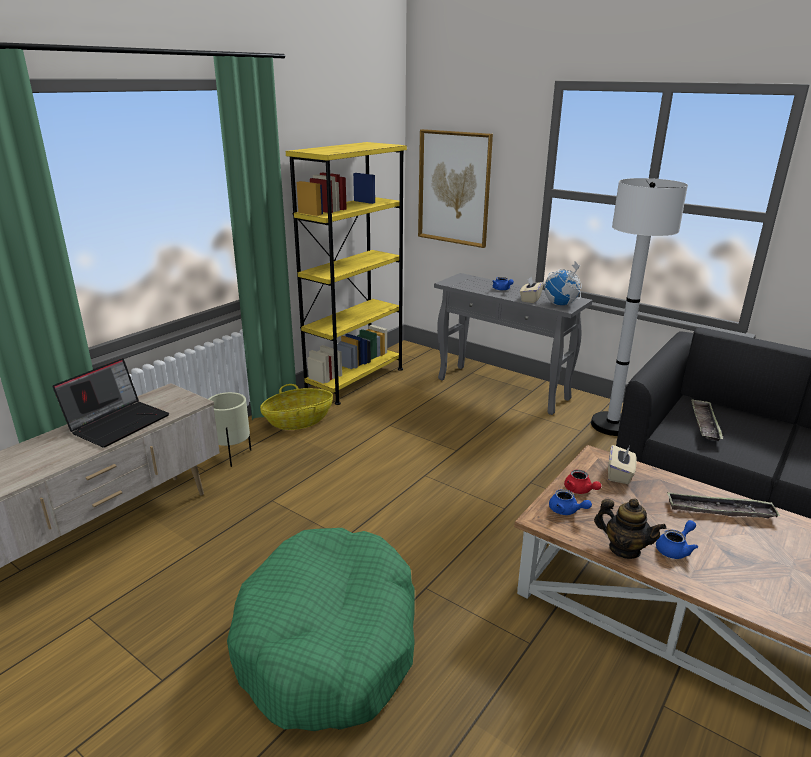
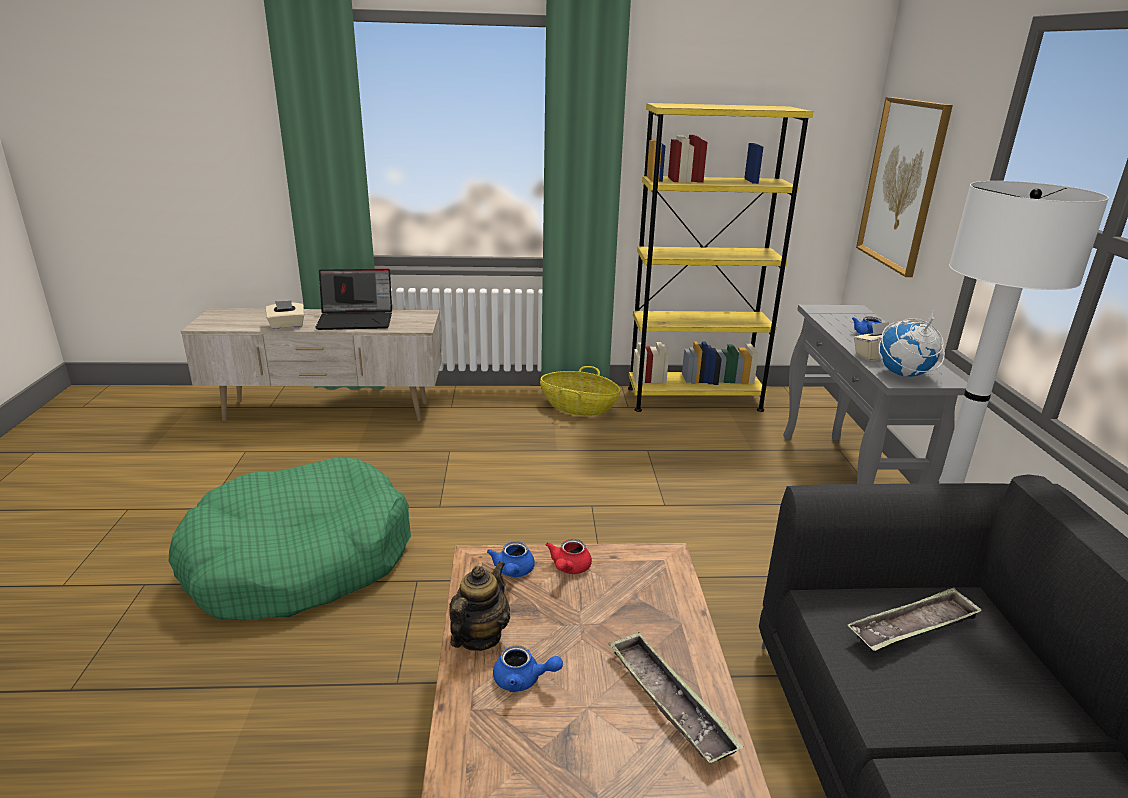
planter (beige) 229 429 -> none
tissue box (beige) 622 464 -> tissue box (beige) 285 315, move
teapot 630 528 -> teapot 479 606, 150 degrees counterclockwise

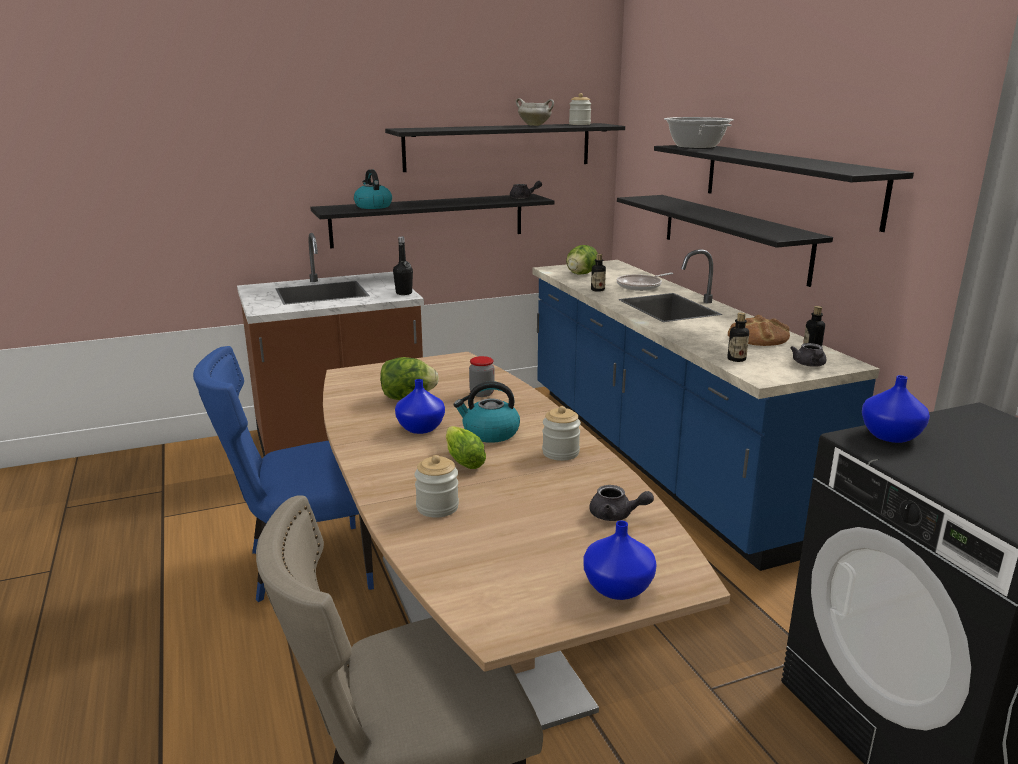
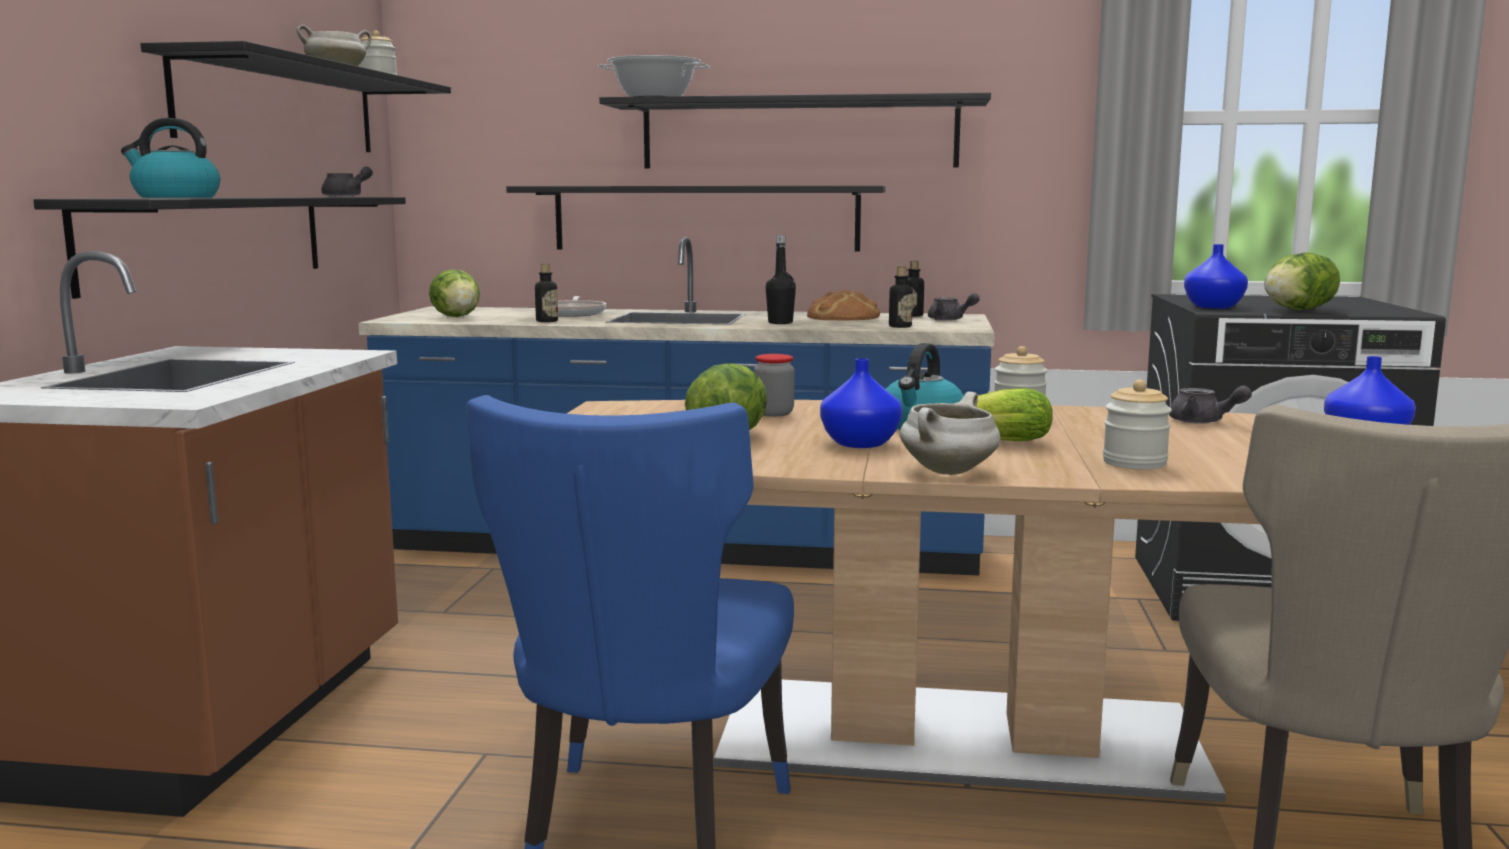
bottle (black) 403 266 -> bottle (black) 781 279, move
teapot (grey) 621 503 -> teapot (grey) 1210 405, 75 degrees clockwise
none -> lettuce 1302 281
none -> cooking pot (white) 950 433

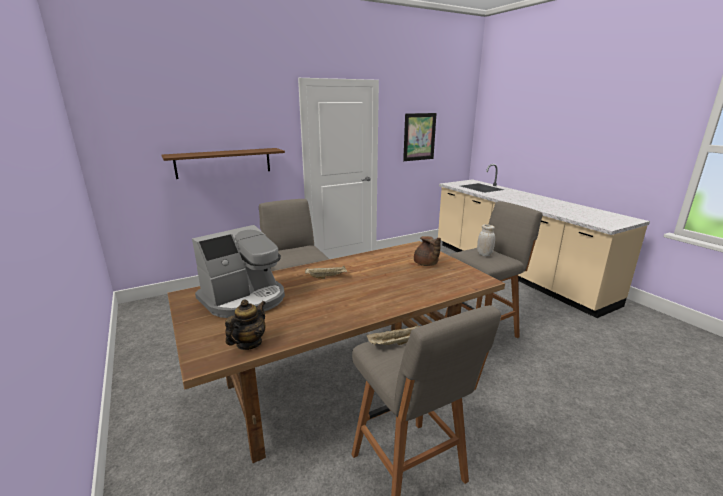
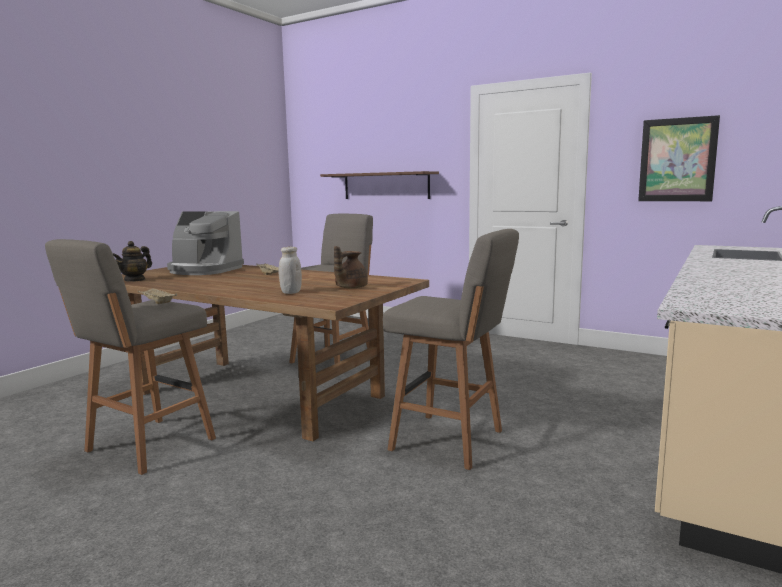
jar (white) 486 240 -> jar (white) 290 270, move
teapot 245 324 -> teapot 132 261, 120 degrees clockwise

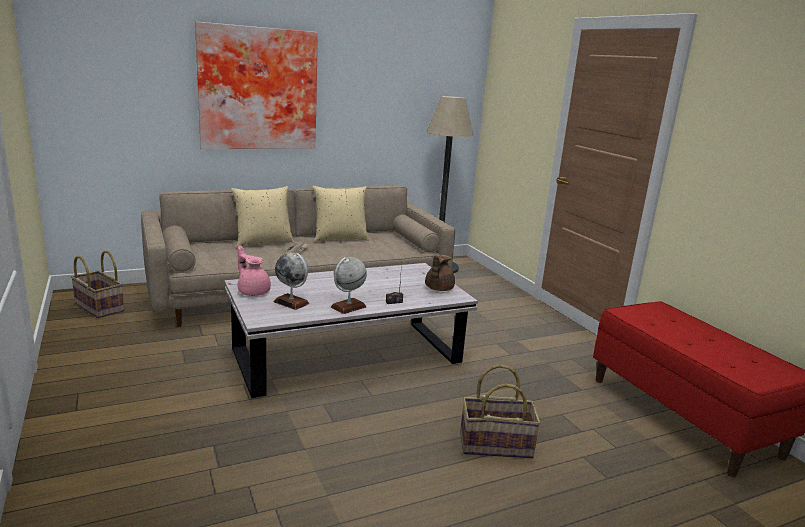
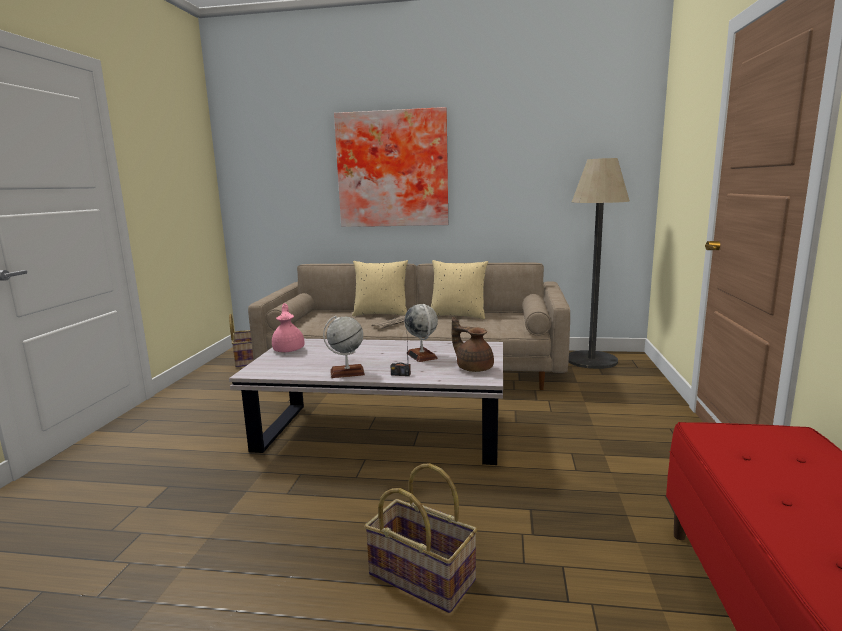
globe 291 281 -> globe 421 333, move
teapot (brown) 440 273 -> teapot (brown) 473 344, 75 degrees clockwise

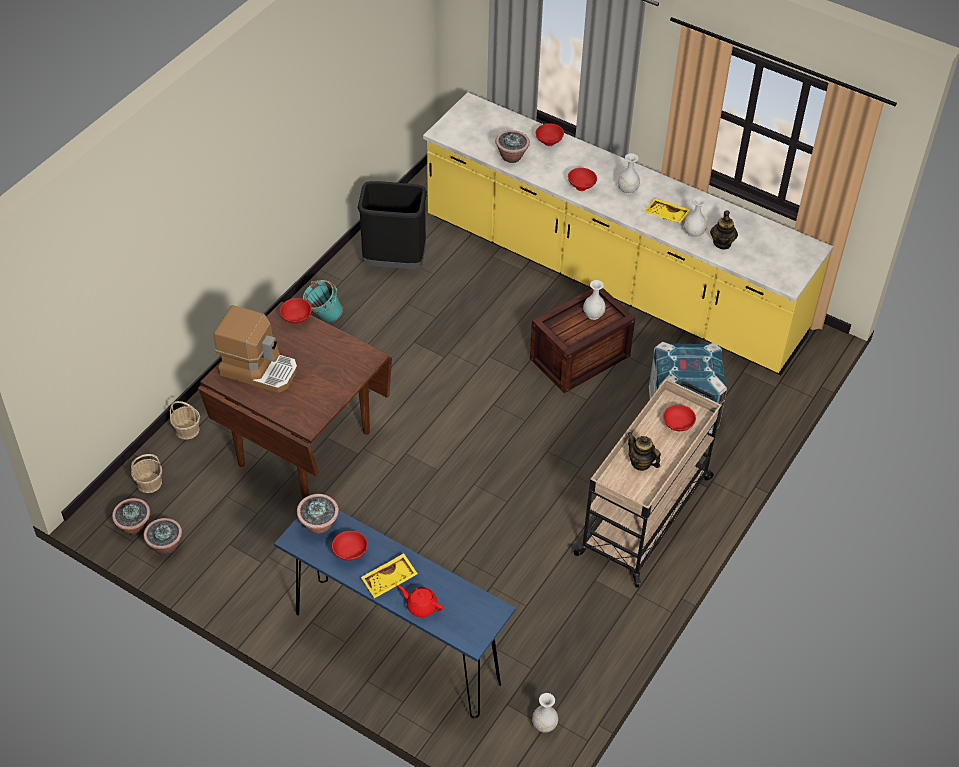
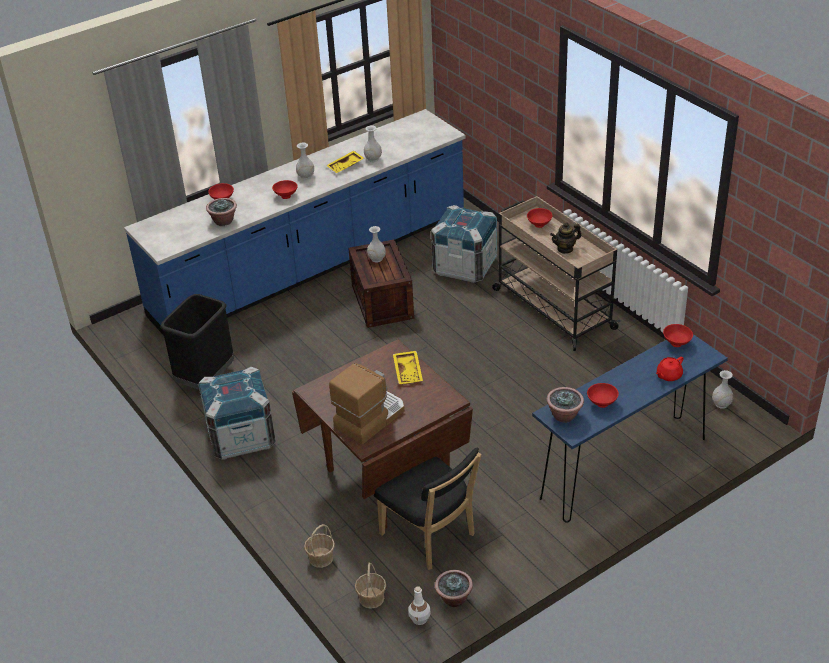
counter (yellow) 628 233 -> counter (blue) 295 222
teapot 724 230 -> none
bucket (turquoise) 323 301 -> crate 237 413
bowl (red) 296 311 -> bowl (red) 678 335, move
potted plant 131 516 -> bottle (white) 419 605
tray (yellow) 389 575 -> tray (yellow) 408 367, move
none -> chair (black) 427 508

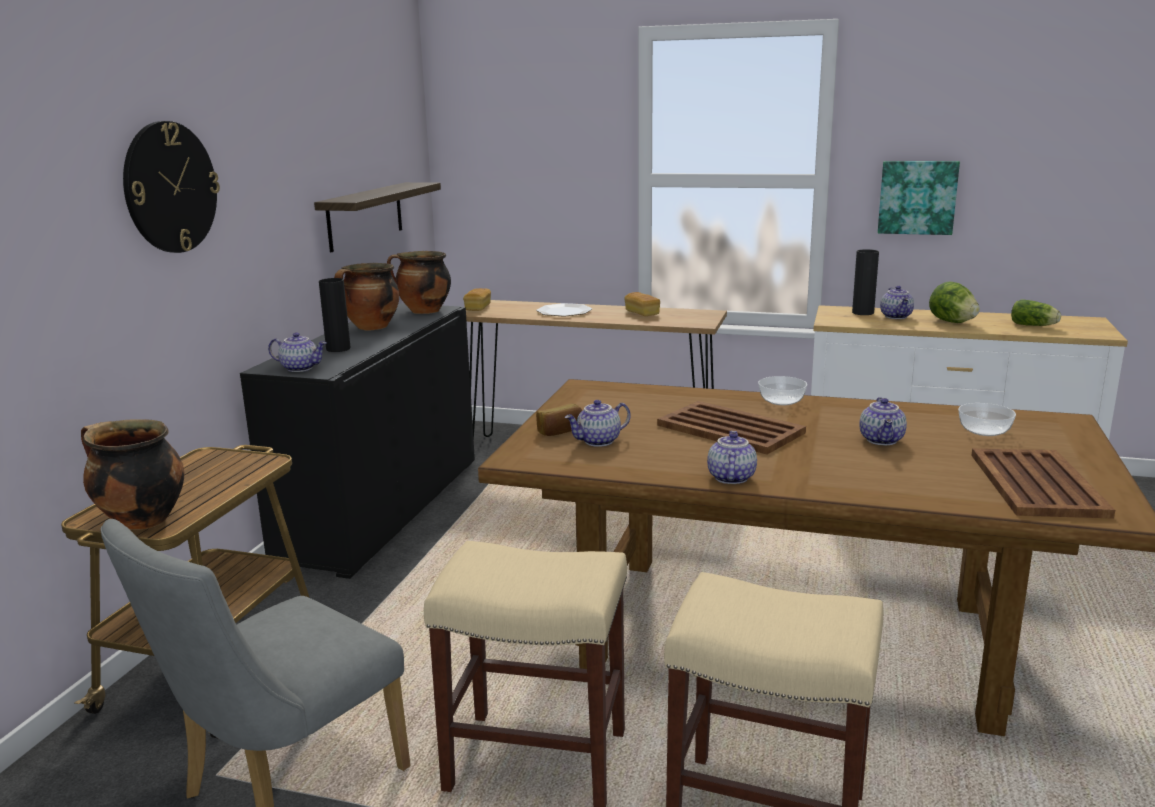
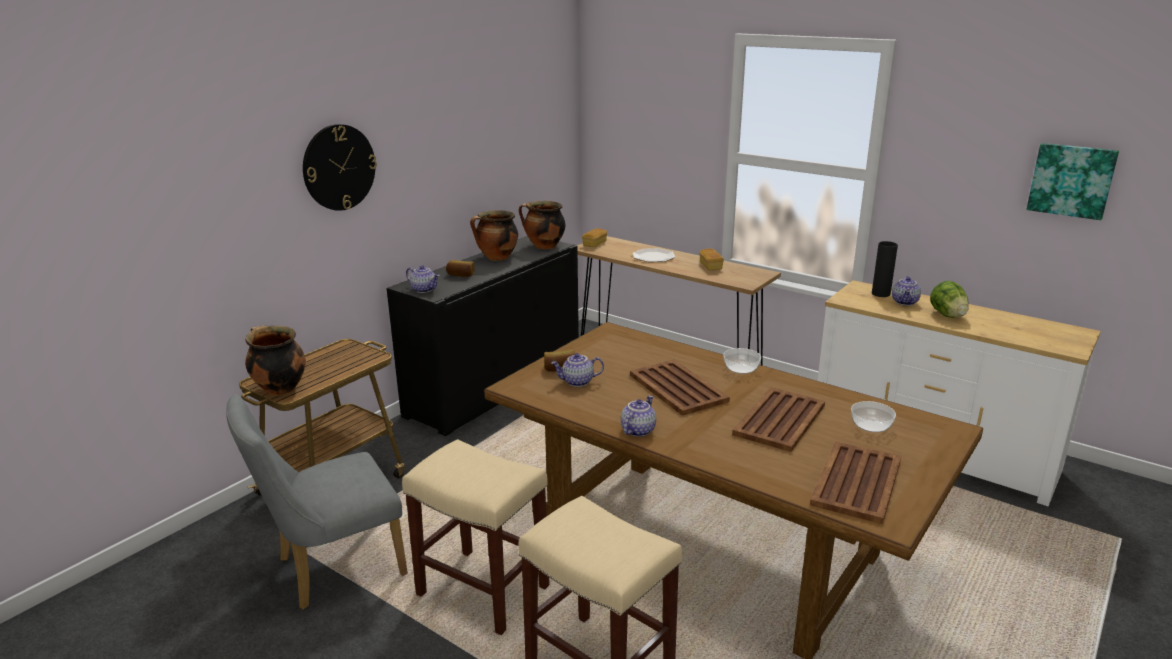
picture 919 198 -> picture 1072 181, move
shelf 377 217 -> none
vase (black) 335 315 -> bread 460 268
lettuce 1036 312 -> none
teapot 883 421 -> tray (brown) 778 419

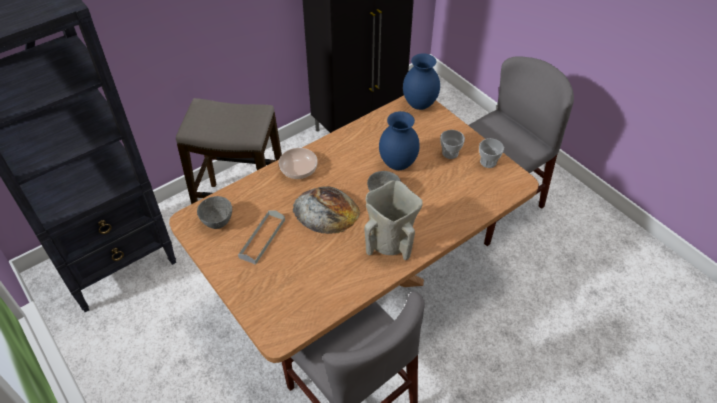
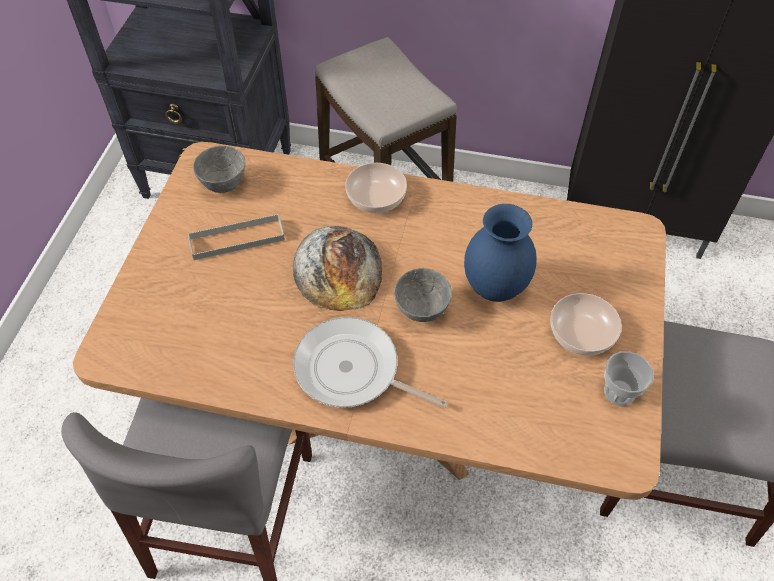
vase (blue) 421 81 -> none
cup 452 144 -> bowl 586 324
vase (beige) 393 220 -> frying pan 370 362

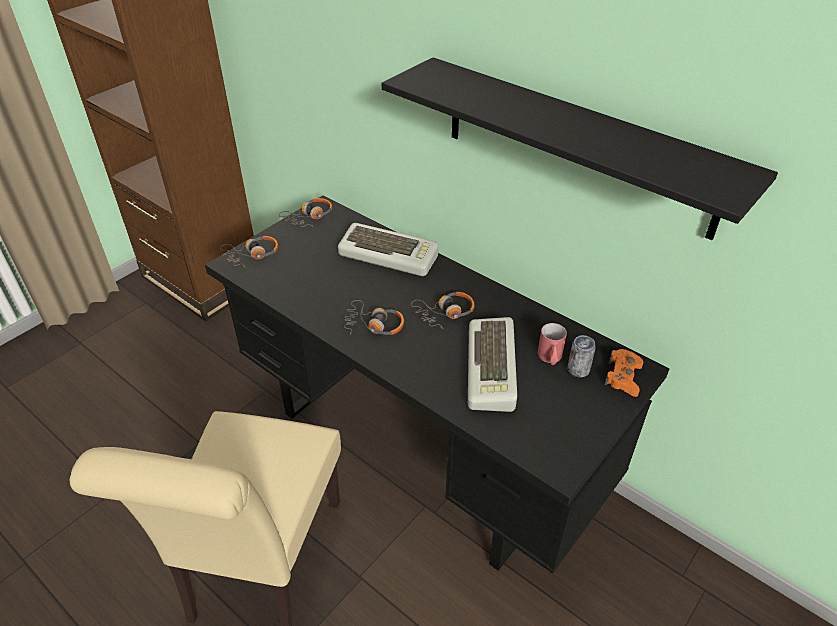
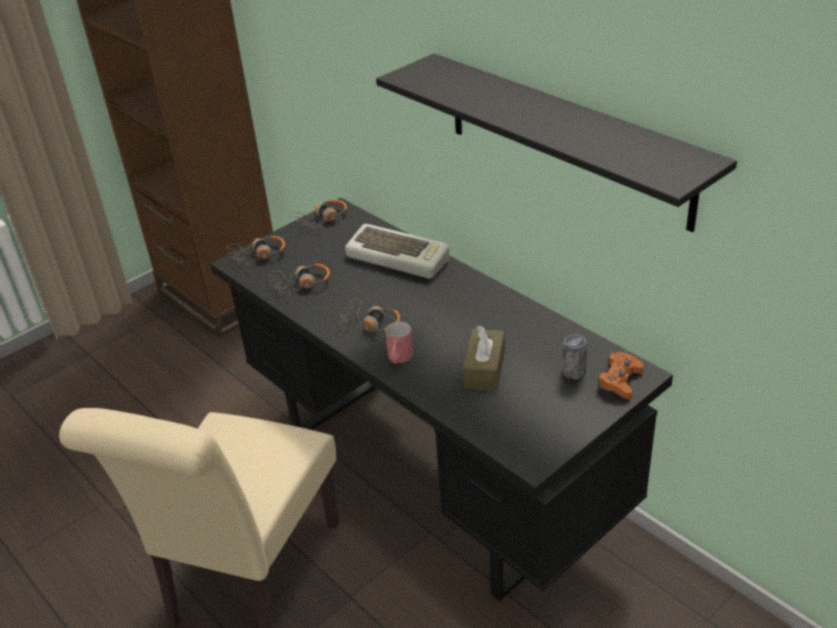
headphones 443 310 -> headphones 299 280, move
keyboard 492 364 -> tissue box (brown) 484 358
mug (red) 552 344 -> mug (red) 399 343, move

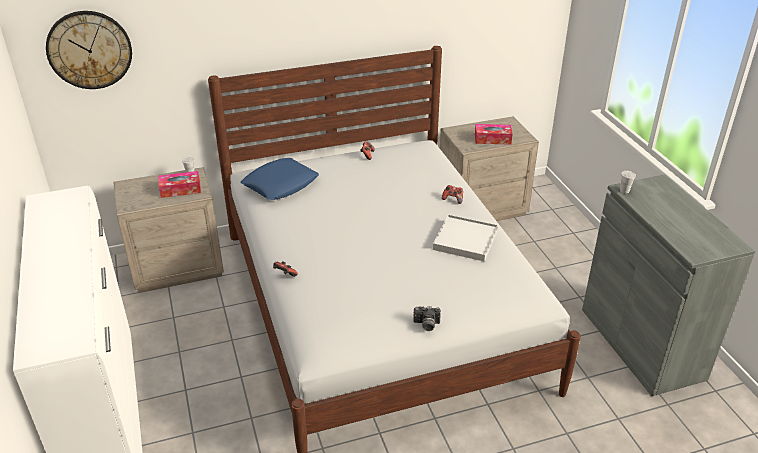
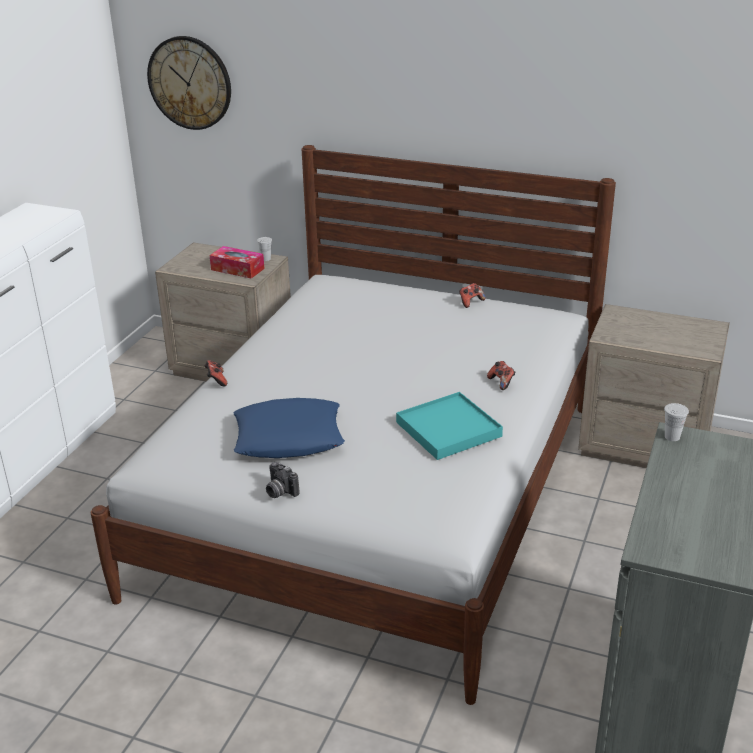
tissue box 494 134 -> none
pillow (blue) 280 179 -> pillow (blue) 289 428, move
tray (white) 465 238 -> tray (turquoise) 449 426

